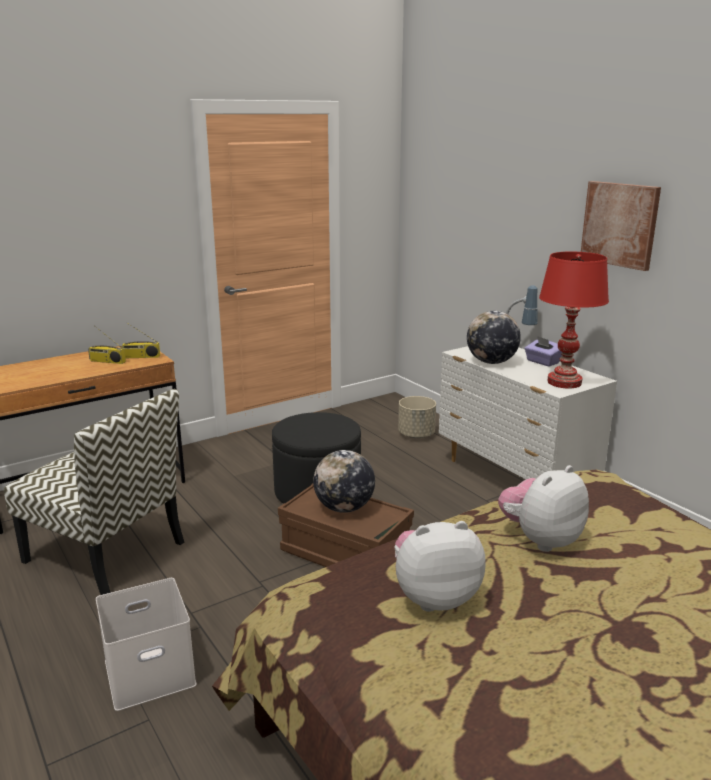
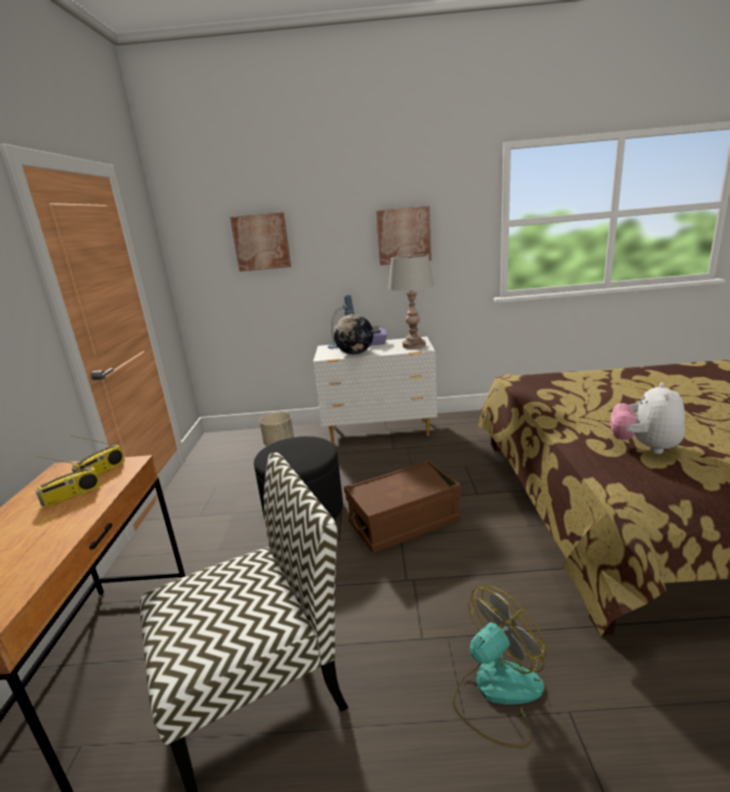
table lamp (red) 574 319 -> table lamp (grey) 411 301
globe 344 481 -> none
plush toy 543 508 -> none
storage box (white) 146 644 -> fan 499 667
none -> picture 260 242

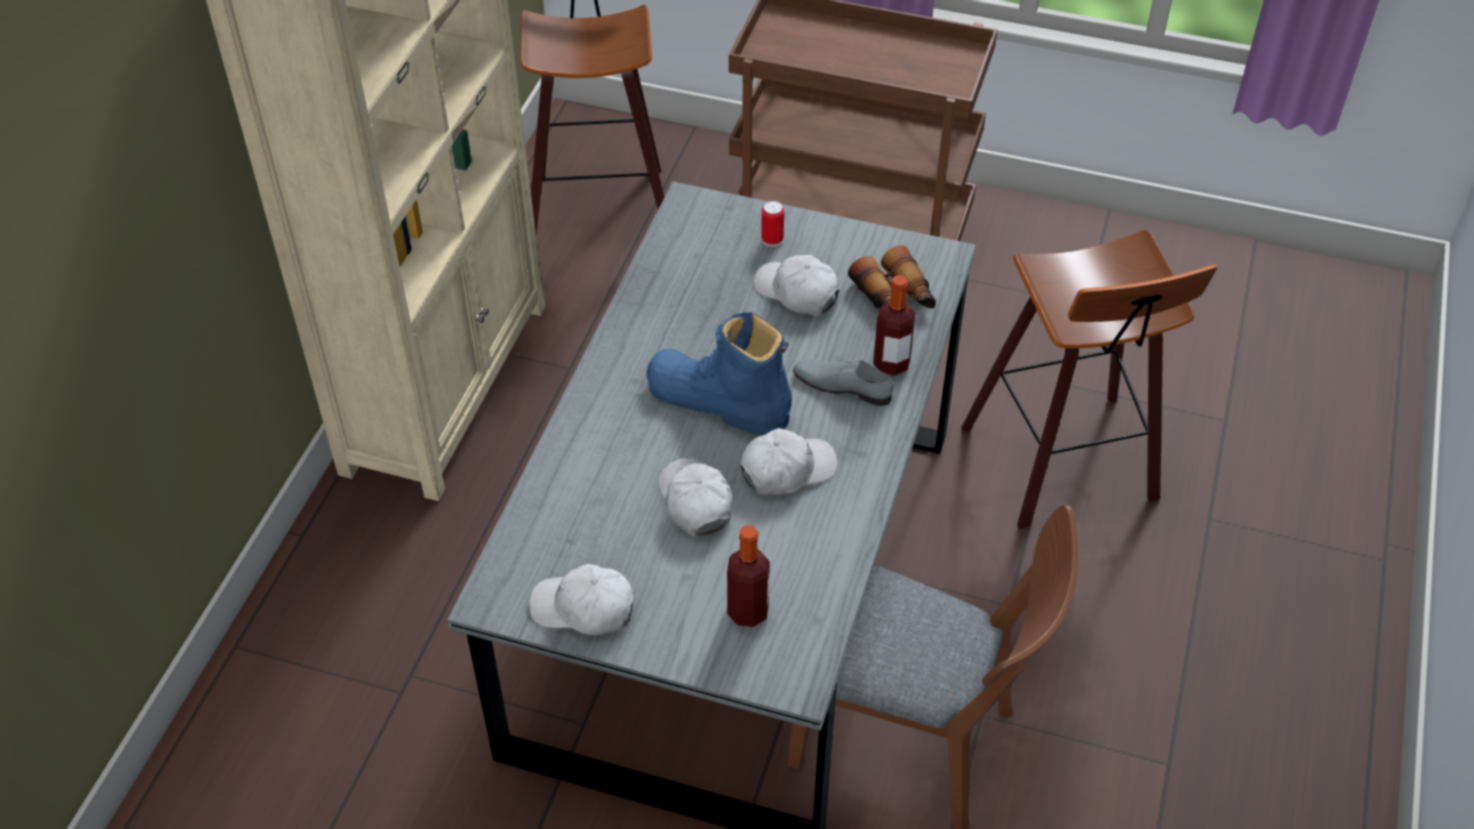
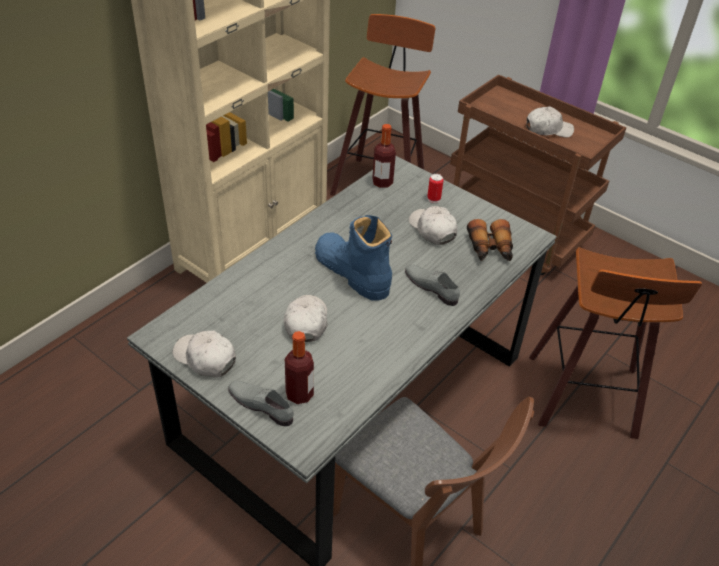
bottle 894 325 -> bottle 384 156, move
cap (white) 789 461 -> cap (white) 550 121, move
none -> shoe (grey) 261 403

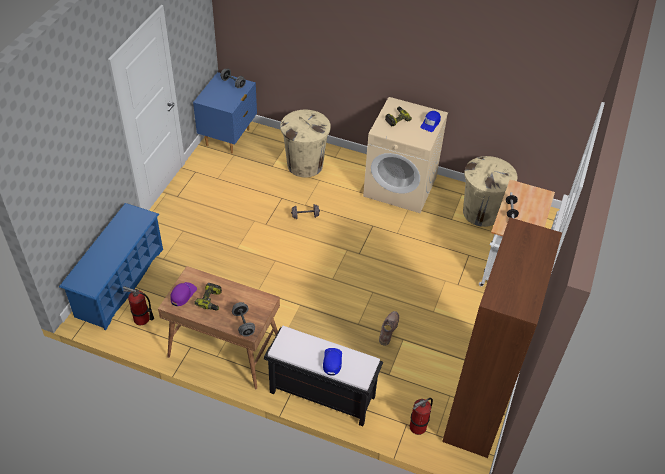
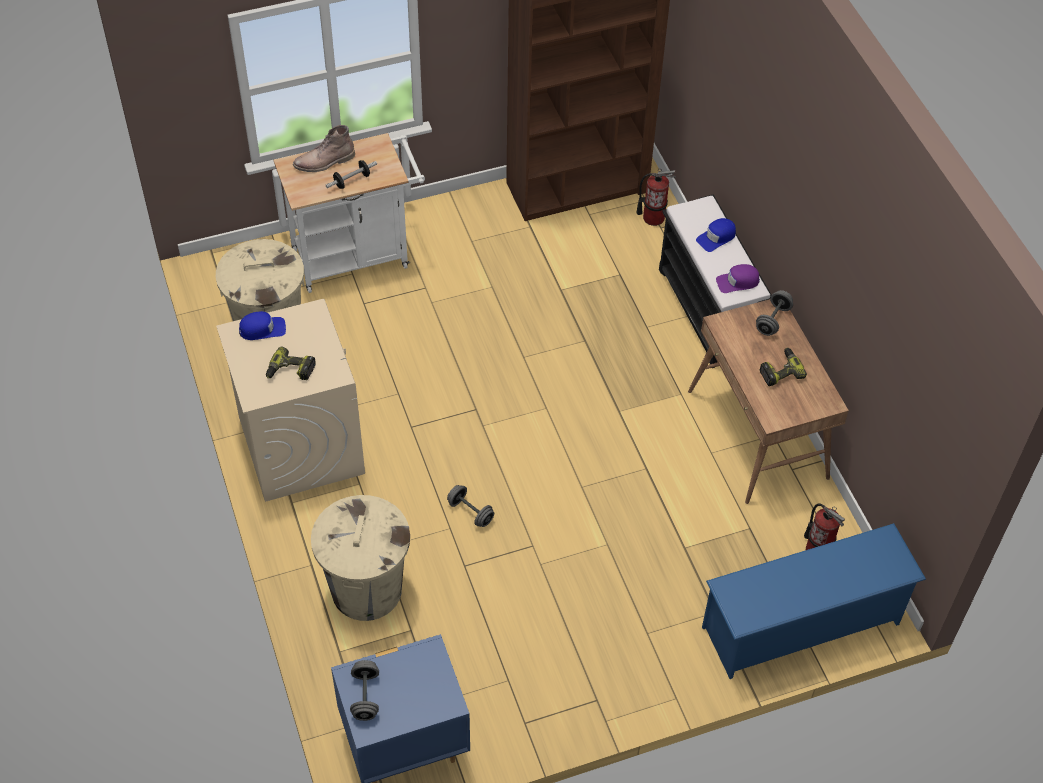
cap (purple) 183 294 -> cap (purple) 738 278, move
boot (brown) 389 328 -> boot (brown) 324 148, move

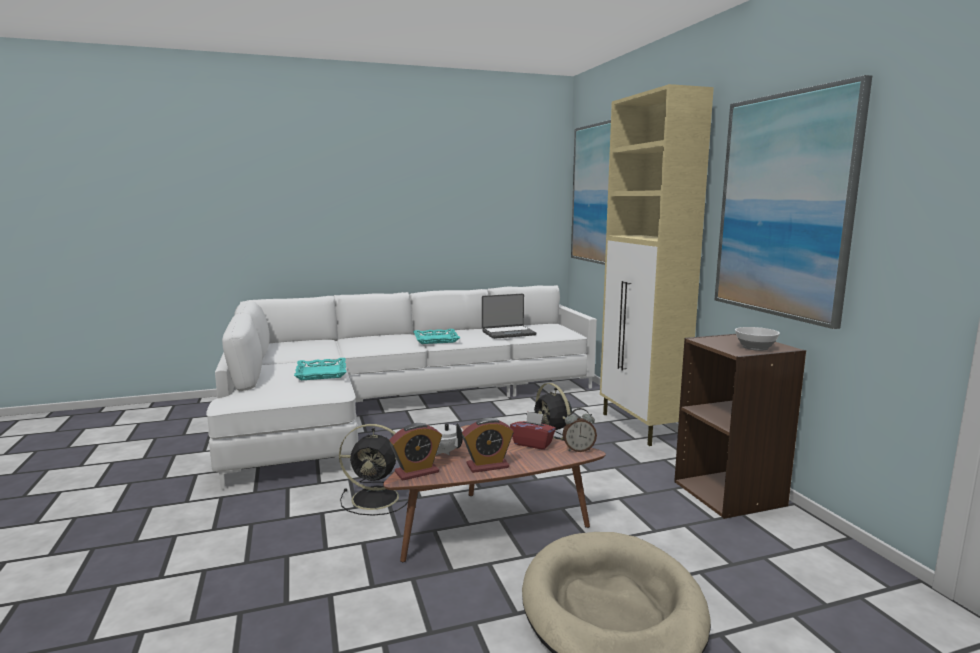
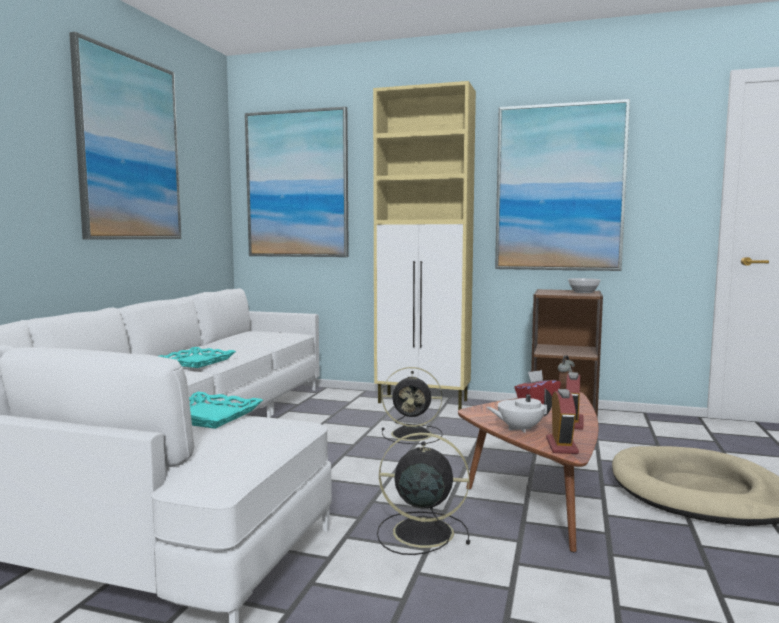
laptop 509 316 -> none
fan (black) 374 470 -> fan (black) 423 493, 120 degrees counterclockwise
none -> picture 125 136

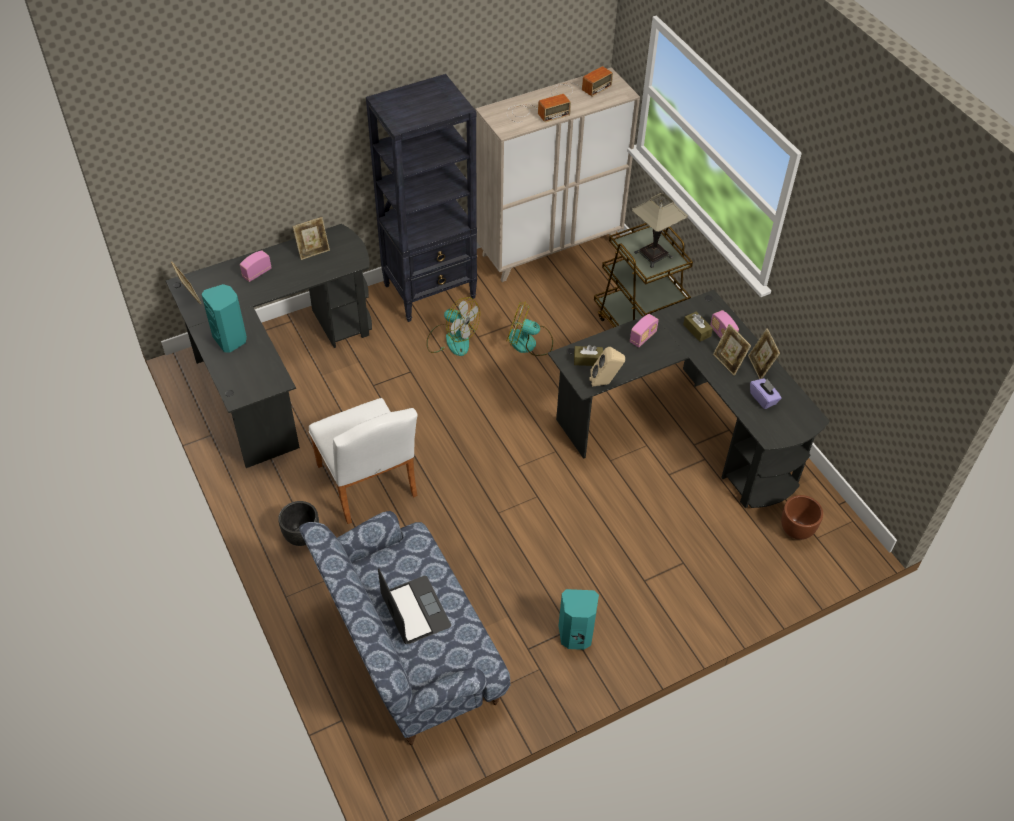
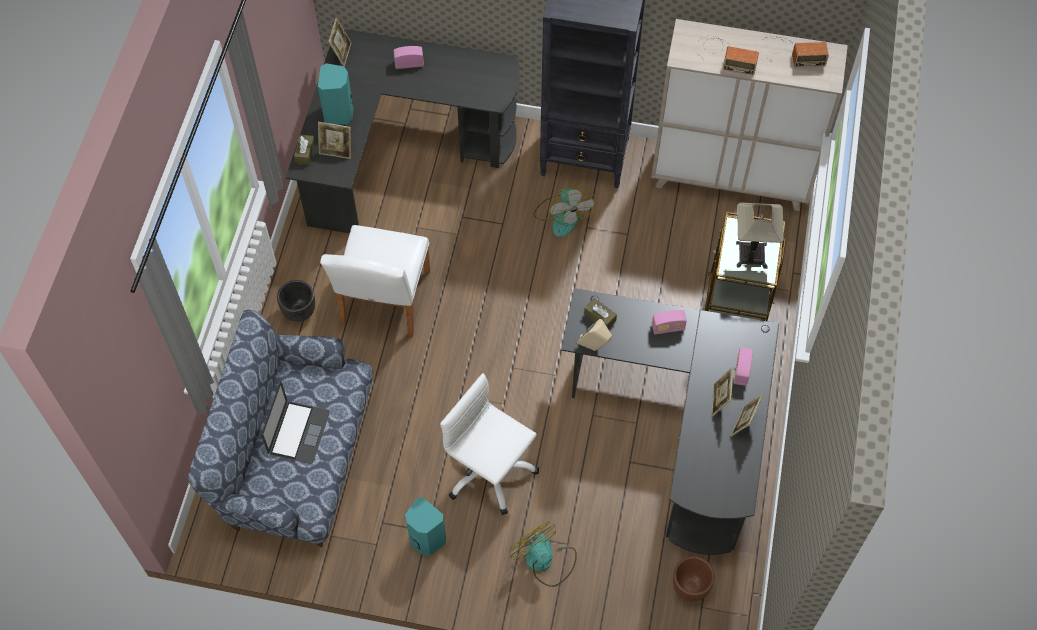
picture frame 311 238 -> picture frame 334 140, move
fan 530 328 -> fan 543 554, move
tissue box (brown) 698 327 -> tissue box (brown) 304 150, move
tissue box (purple) 766 393 -> none
none -> office chair (white) 489 444

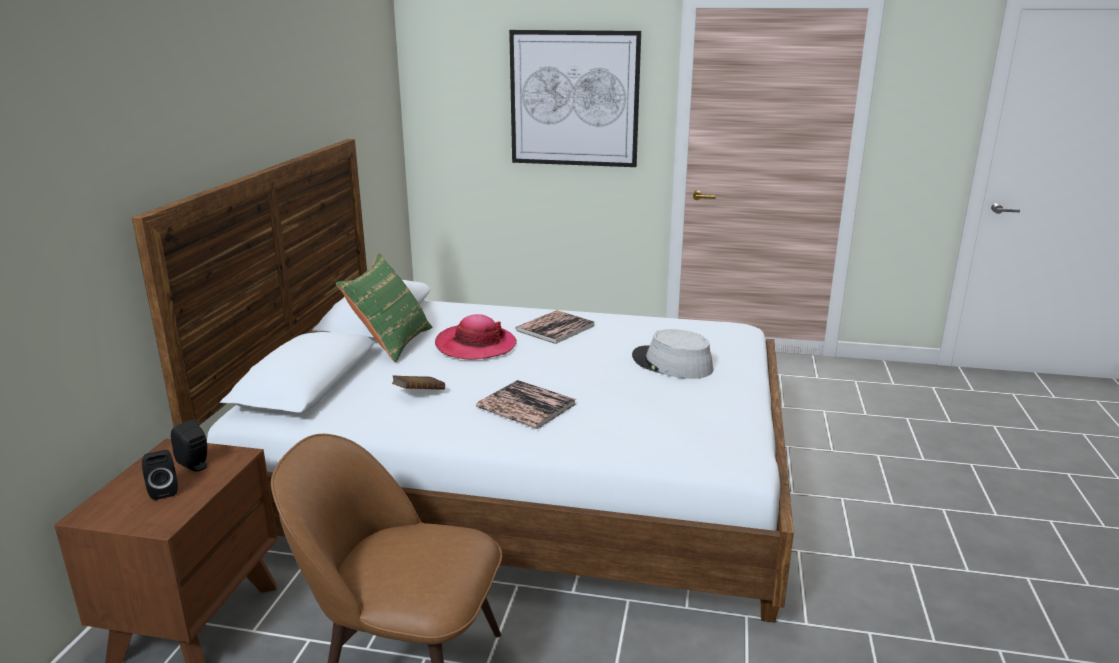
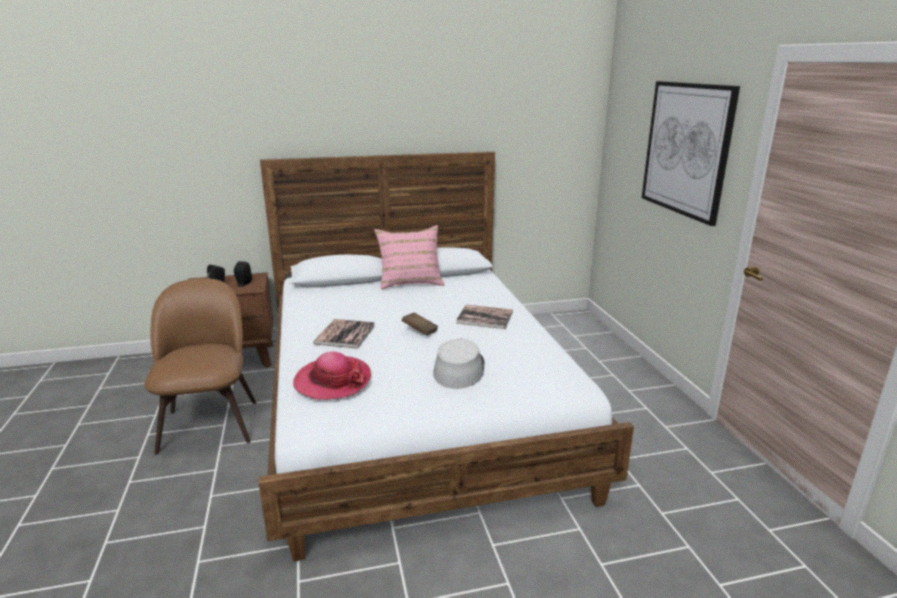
pillow (green) 384 308 -> pillow (pink) 410 257
hat 476 337 -> hat 332 376, move
book (brown) 418 383 -> book (brown) 420 324, move

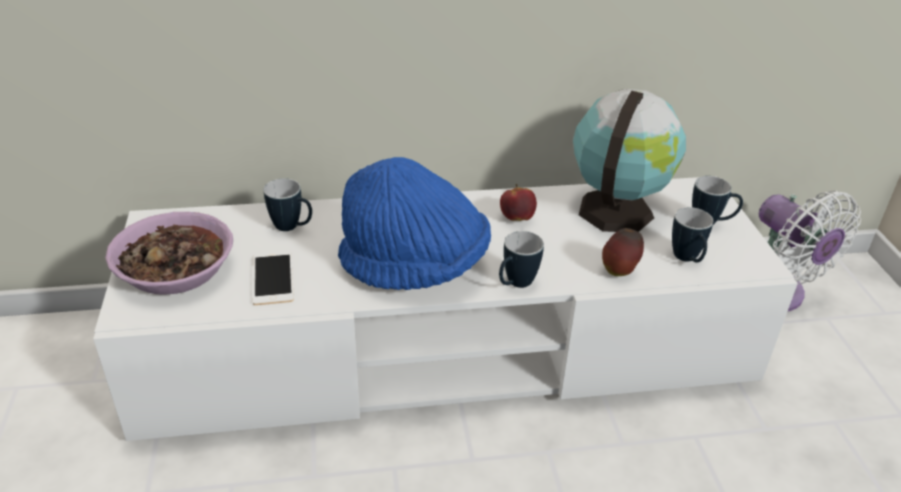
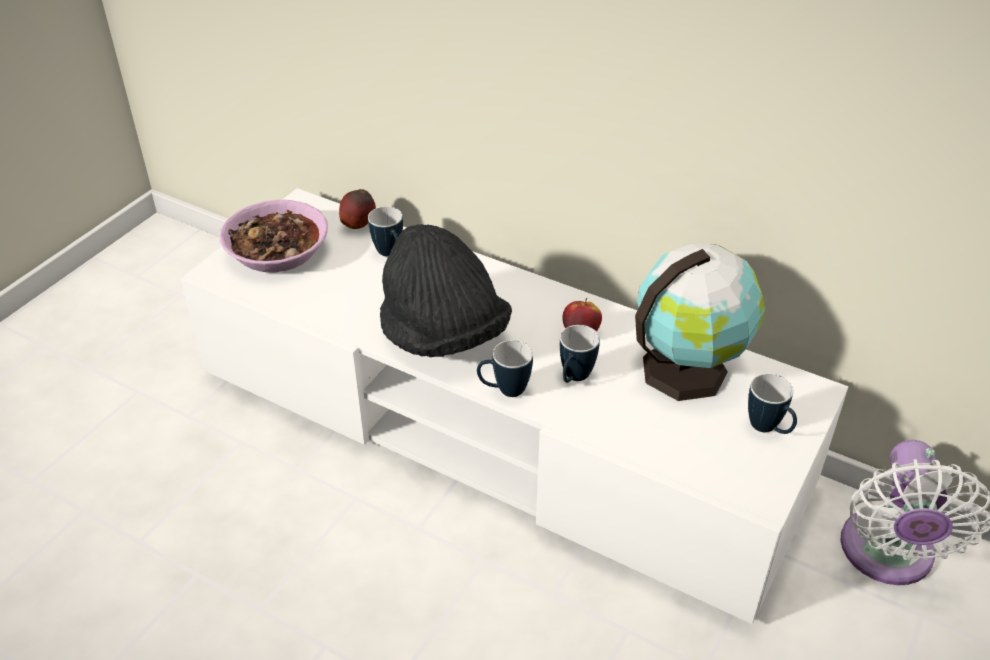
hat (blue) 414 223 -> hat (black) 446 290
mug 692 235 -> mug 580 354, move
apple 623 252 -> apple 357 209, move
phone 273 278 -> none

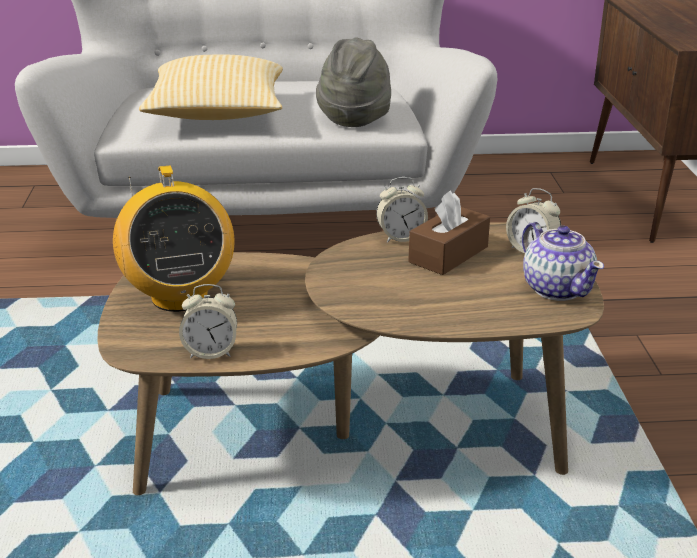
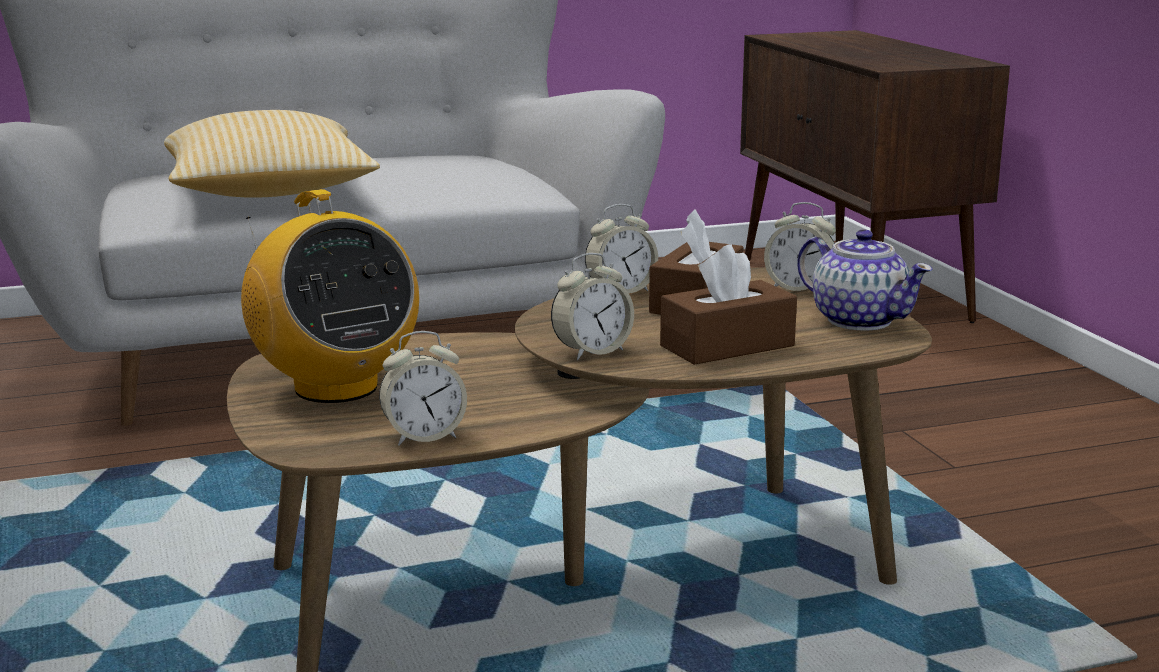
hat (grey) 353 82 -> none
none -> tissue box (brown) 728 304
none -> alarm clock 592 306

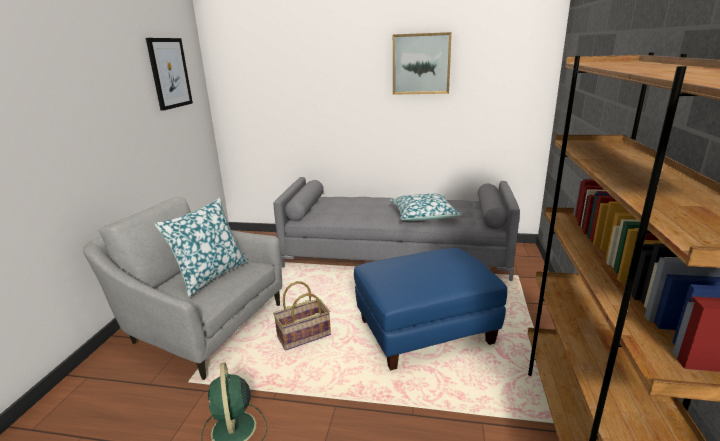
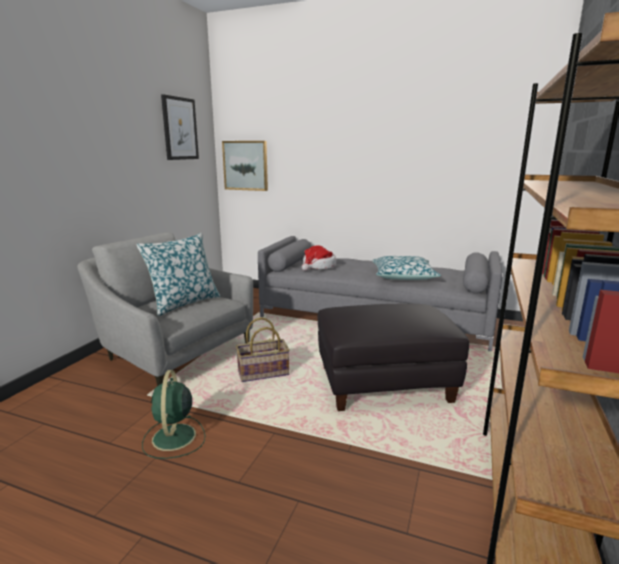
picture 422 63 -> picture 245 166, move
ottoman (blue) 430 309 -> ottoman (black) 393 357
none -> hat 319 258

